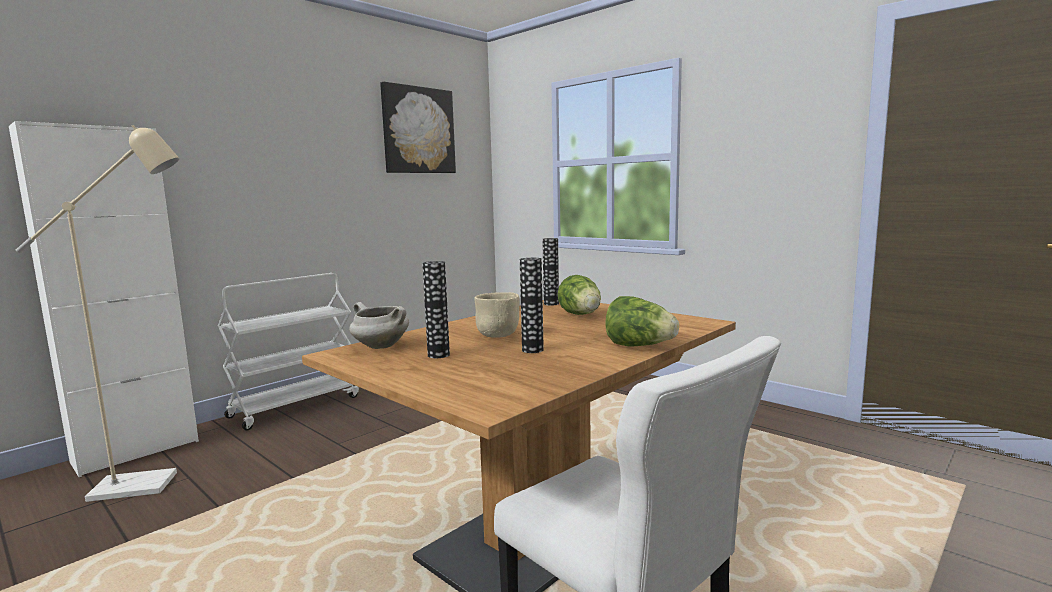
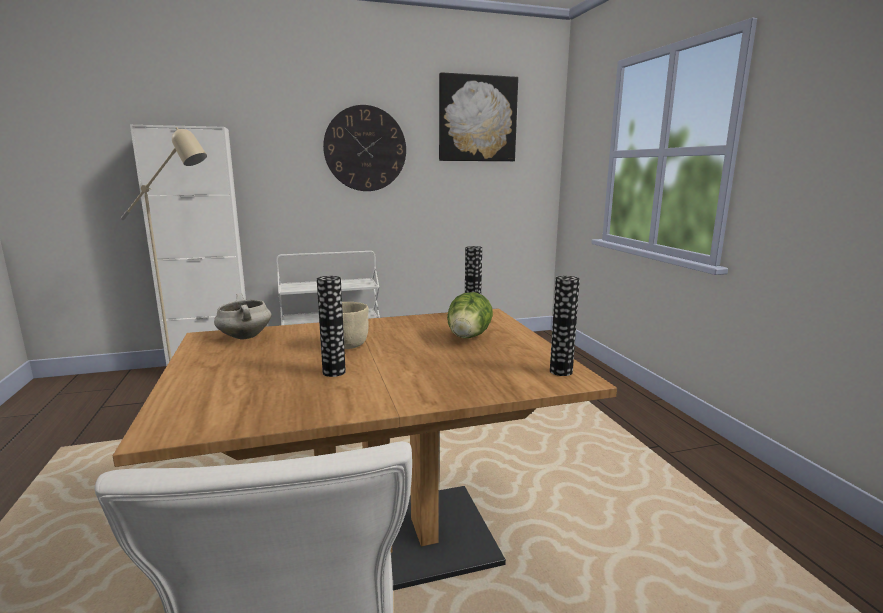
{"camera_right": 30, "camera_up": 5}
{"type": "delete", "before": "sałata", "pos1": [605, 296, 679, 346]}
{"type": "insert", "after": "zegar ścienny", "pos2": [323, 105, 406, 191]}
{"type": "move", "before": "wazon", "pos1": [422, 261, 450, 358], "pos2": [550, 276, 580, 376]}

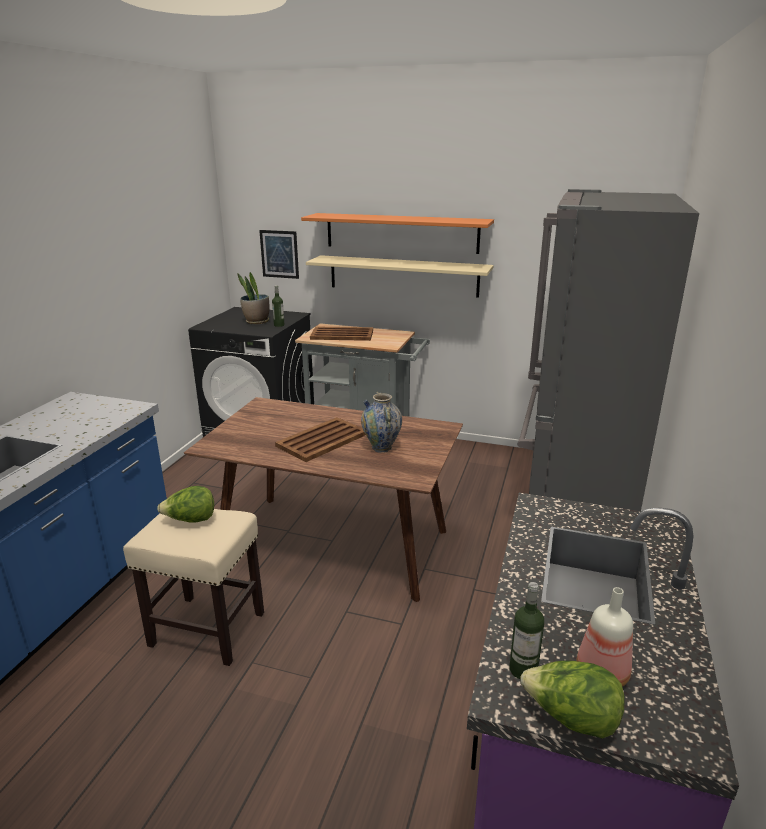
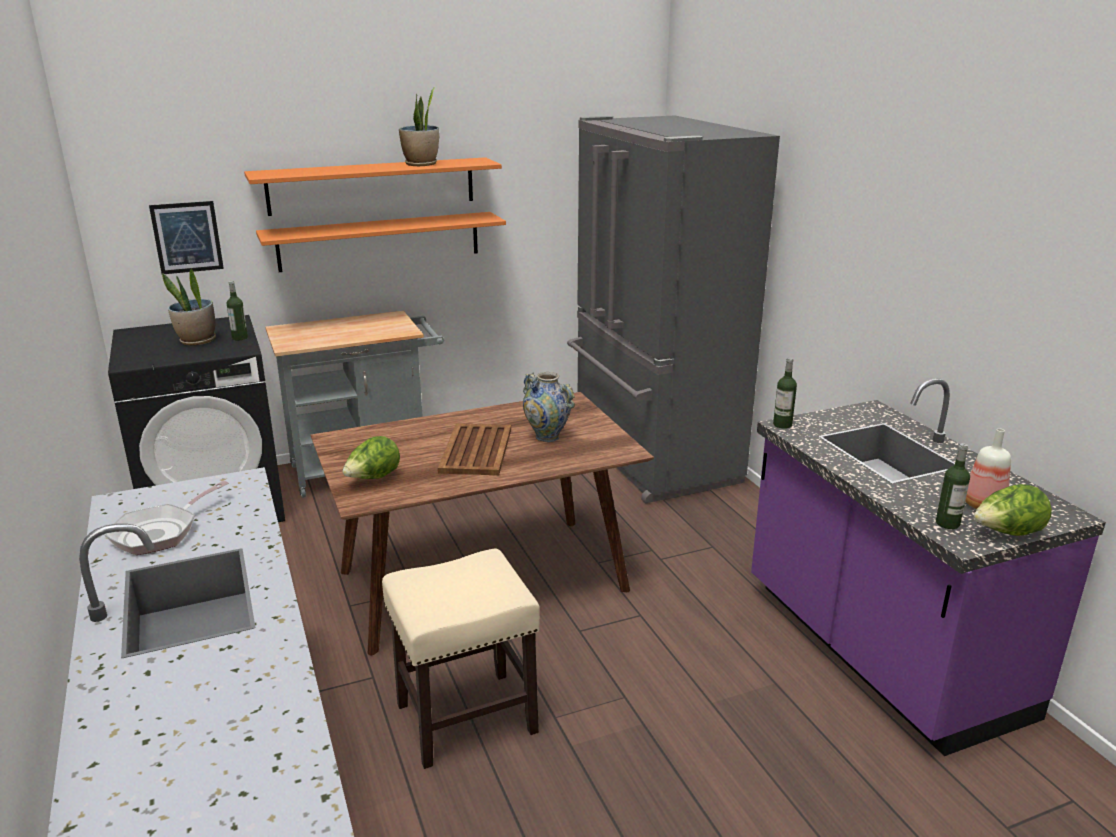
{"camera_right": -40, "camera_up": 0}
{"type": "delete", "before": "taca [brązowy]", "pos1": [310, 326, 373, 341]}
{"type": "insert", "after": "patelnia", "pos2": [105, 481, 229, 555]}
{"type": "insert", "after": "roślina doniczkowa", "pos2": [399, 87, 439, 166]}
{"type": "insert", "after": "butelka", "pos2": [773, 358, 797, 429]}
{"type": "move", "before": "sałata", "pos1": [157, 486, 214, 523], "pos2": [343, 436, 400, 479]}
{"type": "recolor", "before": "półka [beżowy]", "after": "półka [pomarańczowy]", "pos1": [306, 255, 494, 298], "pos2": [256, 212, 506, 272]}

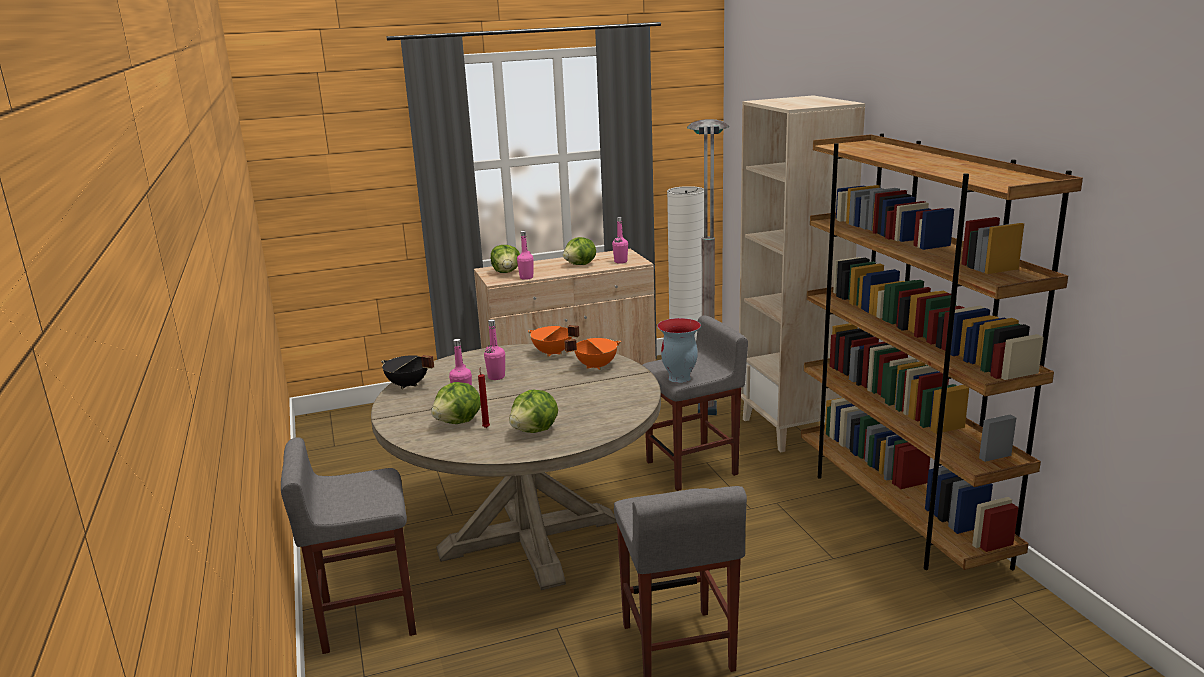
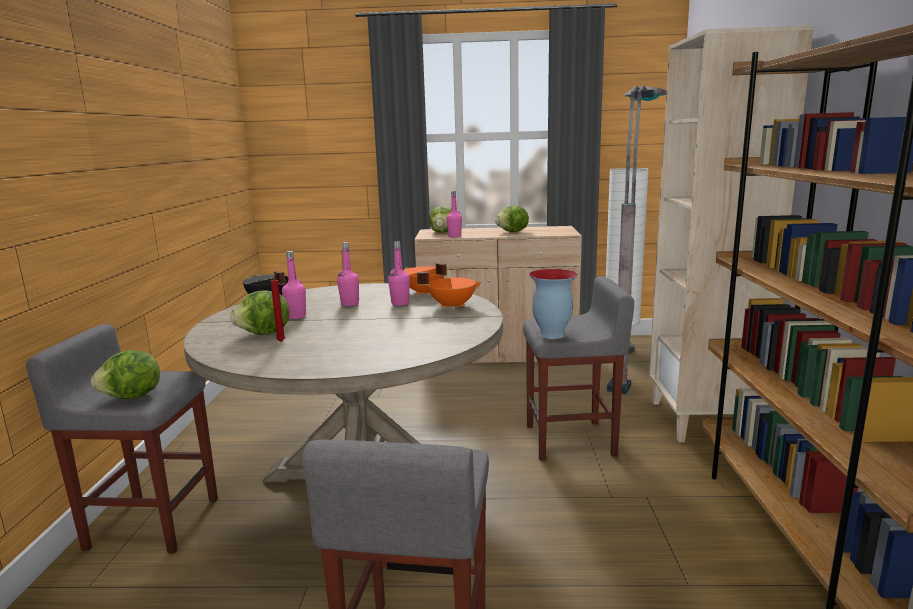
{"camera_right": 20, "camera_up": -5}
{"type": "move", "before": "sałata", "pos1": [509, 390, 558, 433], "pos2": [91, 350, 160, 399]}
{"type": "move", "before": "butelka [różowy]", "pos1": [612, 217, 628, 264], "pos2": [388, 241, 410, 306]}

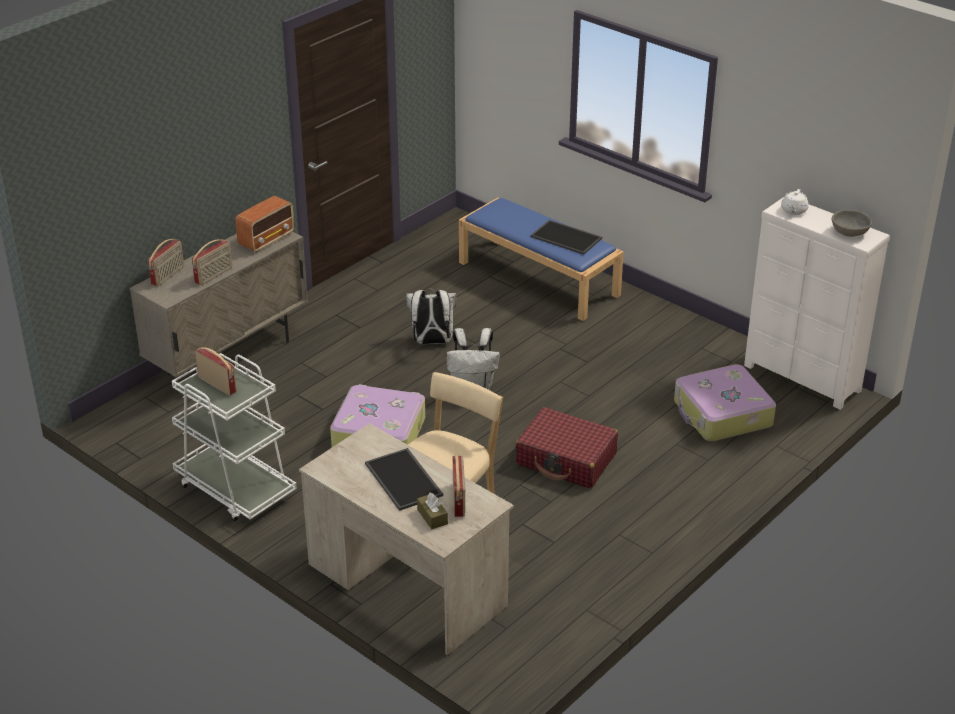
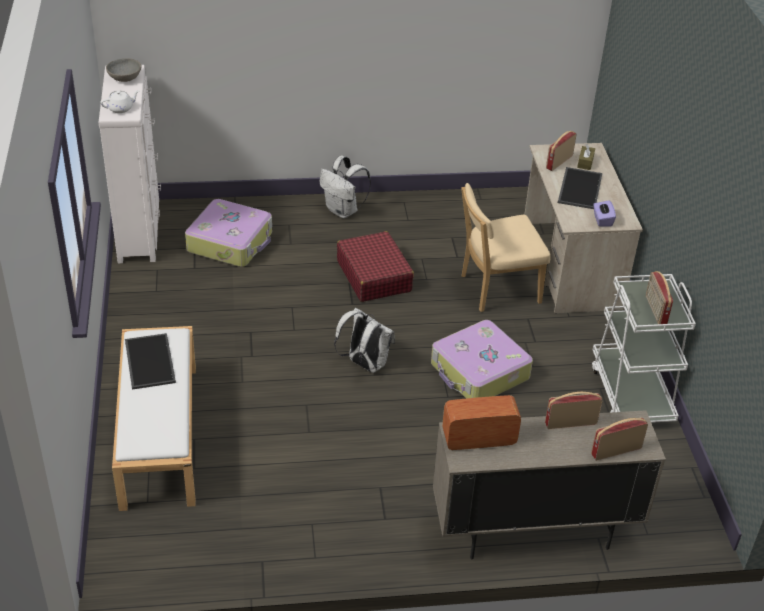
{"camera_right": -140, "camera_up": 5}
{"type": "insert", "after": "pudełko chusteczek [fioletowy]", "pos2": [593, 200, 616, 227]}
{"type": "move", "before": "plecak [biały]", "pos1": [406, 289, 456, 344], "pos2": [319, 155, 371, 218]}
{"type": "recolor", "before": "ławka [niebieski]", "after": "ławka [biały]", "pos1": [459, 197, 624, 321], "pos2": [112, 326, 196, 511]}

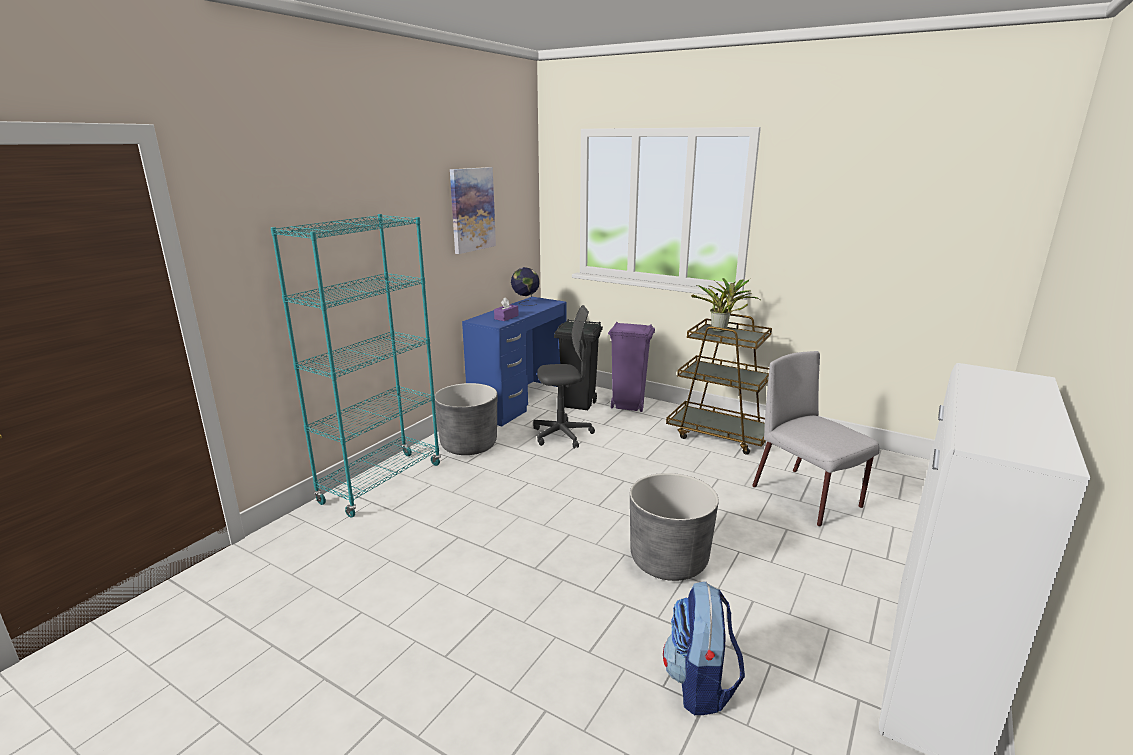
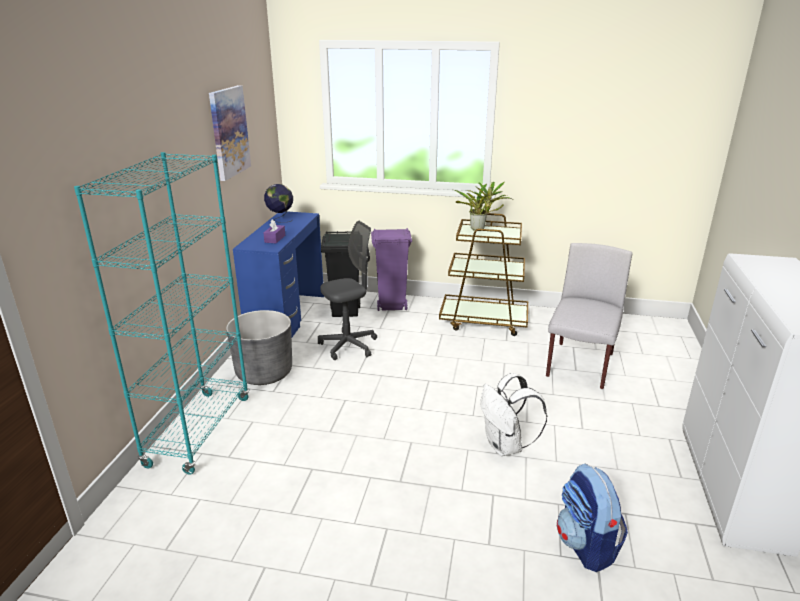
{"camera_right": -20, "camera_up": 5}
{"type": "replace", "before": "donica [szary]", "after": "plecak [biały]", "pos1": [630, 473, 719, 581], "pos2": [481, 373, 548, 456]}
{"type": "rotate", "before": "krzesło [szary]", "pos1": [752, 351, 880, 527], "pos2": [546, 243, 632, 389], "turn": 75}

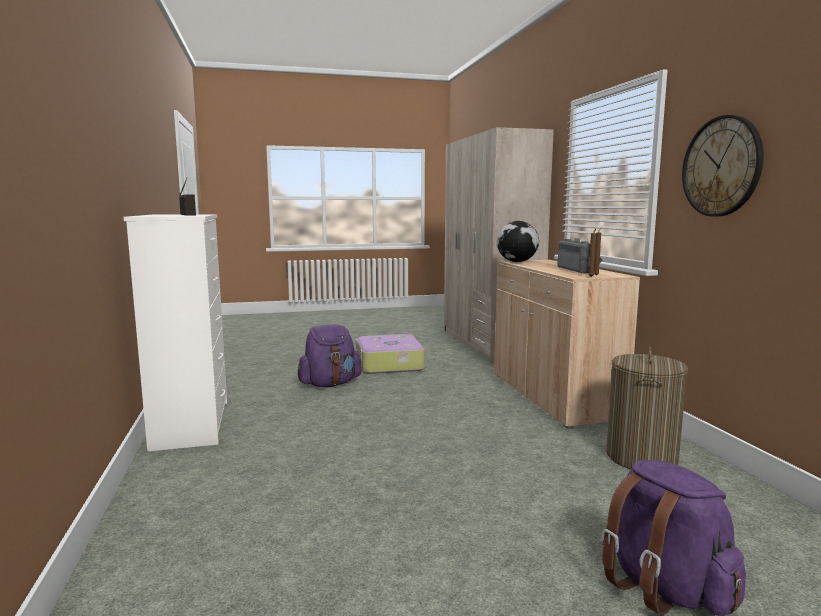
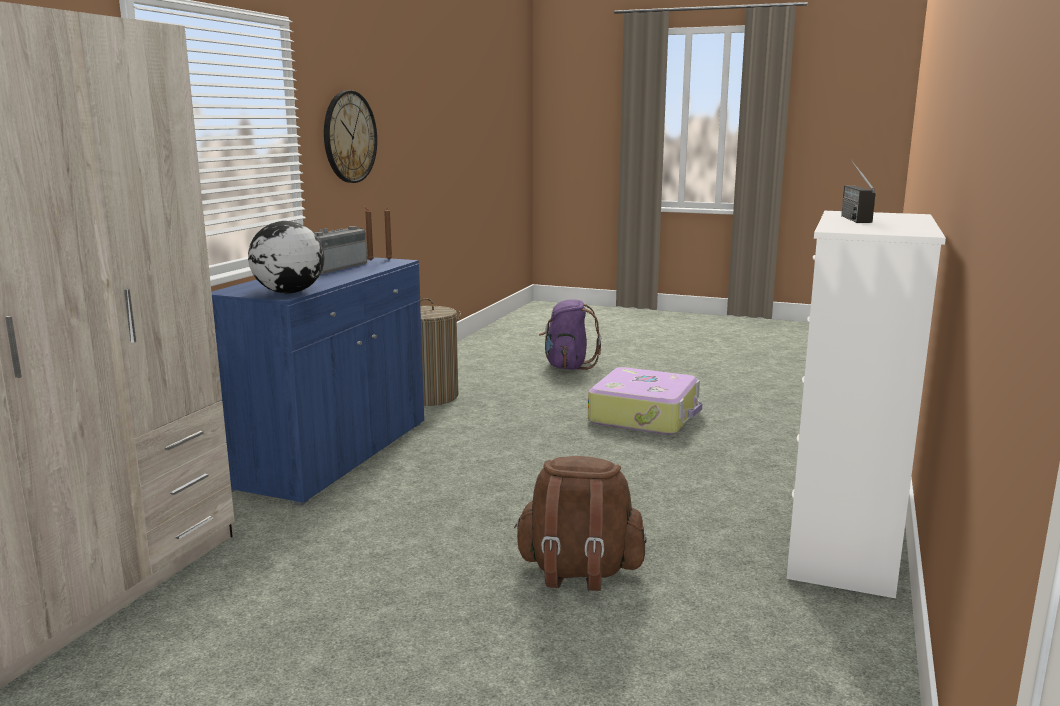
{"camera_right": -145, "camera_up": 5}
{"type": "move", "before": "walizka", "pos1": [356, 334, 425, 374], "pos2": [588, 367, 702, 435]}
{"type": "recolor", "before": "plecak [fioletowy]", "after": "plecak [brązowy]", "pos1": [298, 324, 362, 387], "pos2": [514, 456, 647, 591]}
{"type": "recolor", "before": "szafka [beżowy]", "after": "szafka [niebieski]", "pos1": [494, 260, 640, 429], "pos2": [211, 257, 424, 506]}

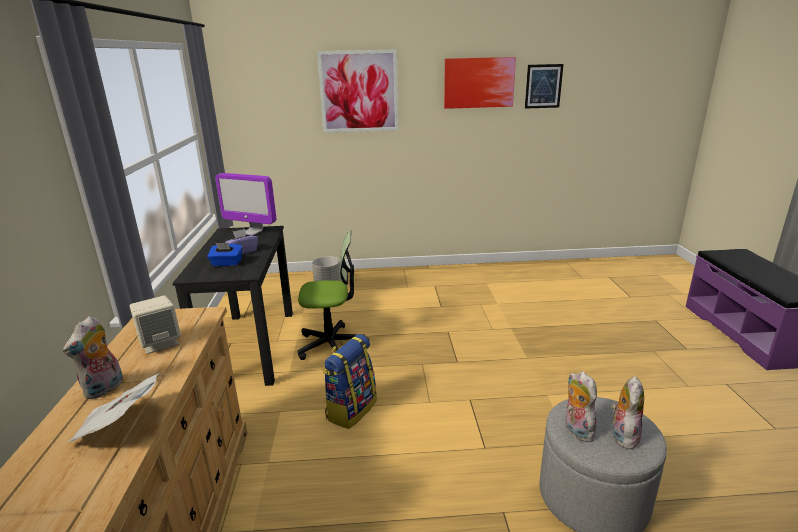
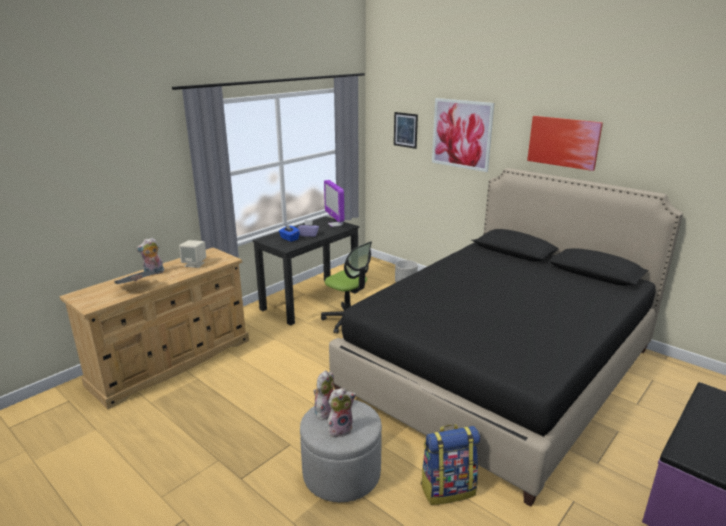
{"camera_right": 45, "camera_up": 0}
{"type": "insert", "after": "łóżko [czarny]", "pos2": [329, 168, 683, 507]}
{"type": "move", "before": "plecak", "pos1": [323, 334, 377, 429], "pos2": [421, 424, 480, 505]}
{"type": "move", "before": "obraz", "pos1": [525, 64, 563, 109], "pos2": [394, 112, 418, 149]}

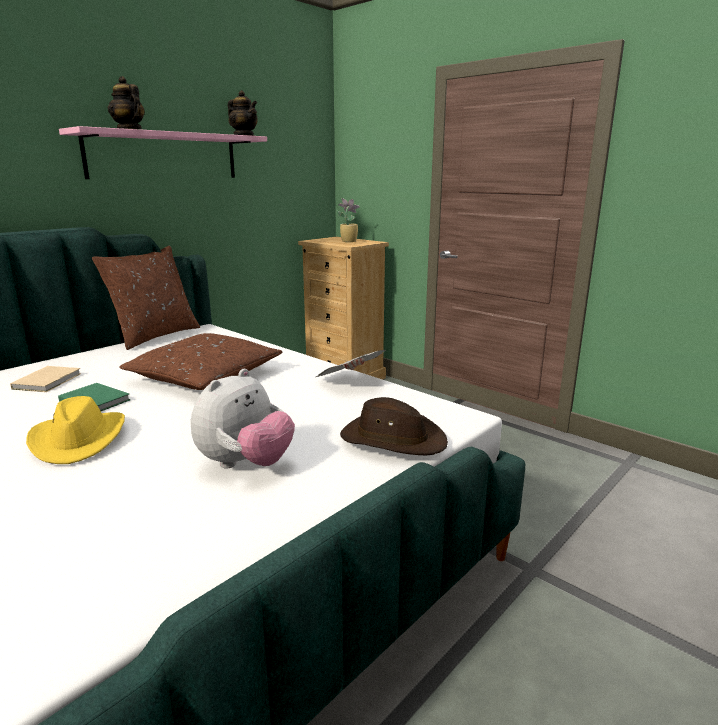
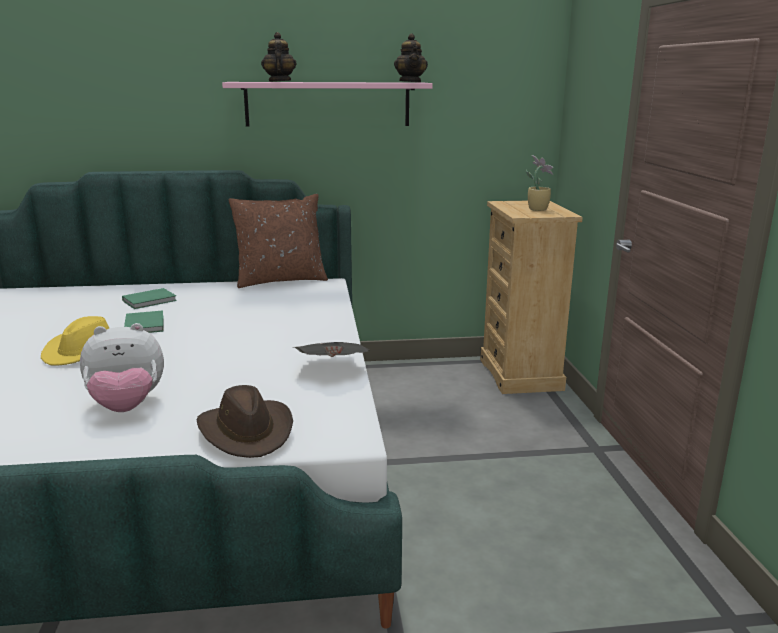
{"camera_right": 40, "camera_up": 0}
{"type": "delete", "before": "poduszka [brązowy]", "pos1": [119, 333, 282, 390]}
{"type": "recolor", "before": "książka [beżowy]", "after": "książka [zielony]", "pos1": [10, 366, 81, 392], "pos2": [122, 288, 177, 309]}

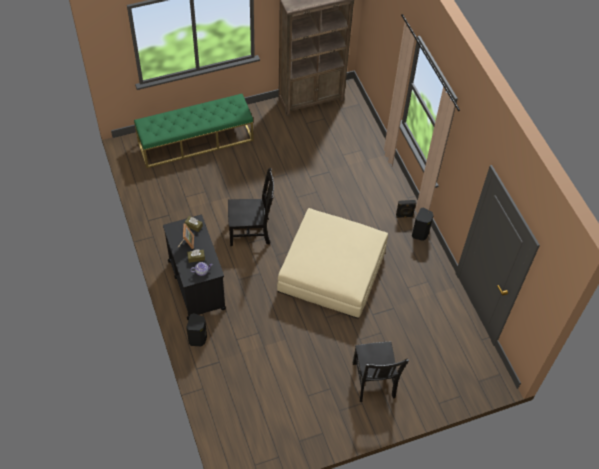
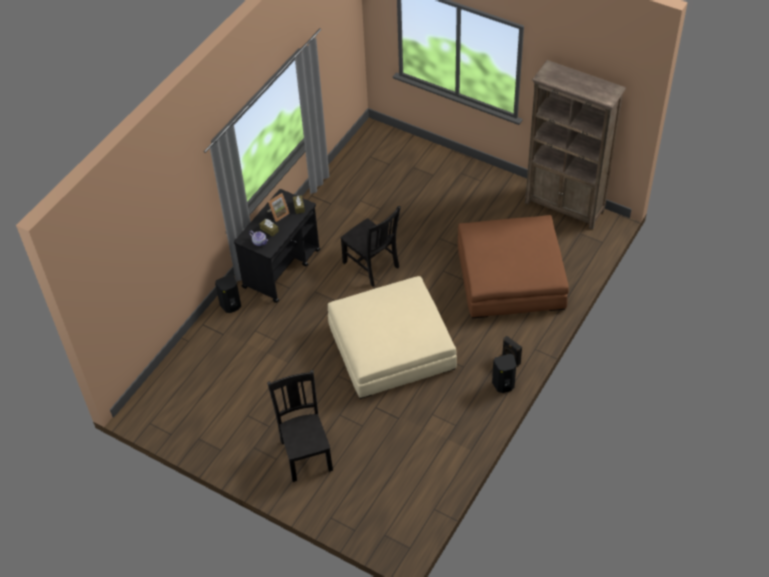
{"camera_right": 55, "camera_up": -5}
{"type": "delete", "before": "ławka [zielony]", "pos1": [134, 94, 253, 168]}
{"type": "insert", "after": "pufa [brązowy]", "pos2": [458, 215, 569, 318]}
{"type": "rotate", "before": "krzesło [czarny]", "pos1": [352, 342, 409, 402], "pos2": [267, 370, 333, 482], "turn": 120}

